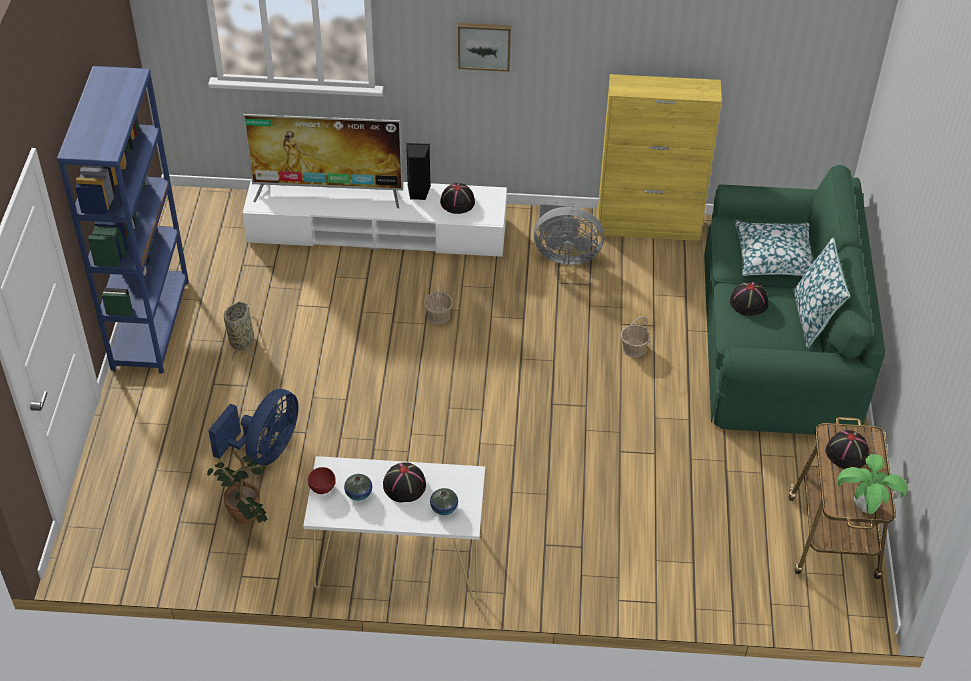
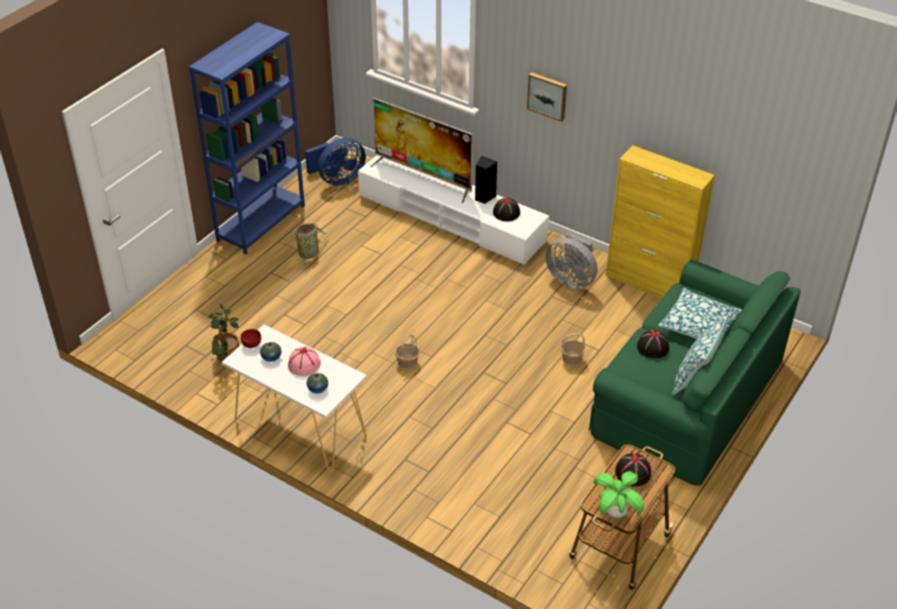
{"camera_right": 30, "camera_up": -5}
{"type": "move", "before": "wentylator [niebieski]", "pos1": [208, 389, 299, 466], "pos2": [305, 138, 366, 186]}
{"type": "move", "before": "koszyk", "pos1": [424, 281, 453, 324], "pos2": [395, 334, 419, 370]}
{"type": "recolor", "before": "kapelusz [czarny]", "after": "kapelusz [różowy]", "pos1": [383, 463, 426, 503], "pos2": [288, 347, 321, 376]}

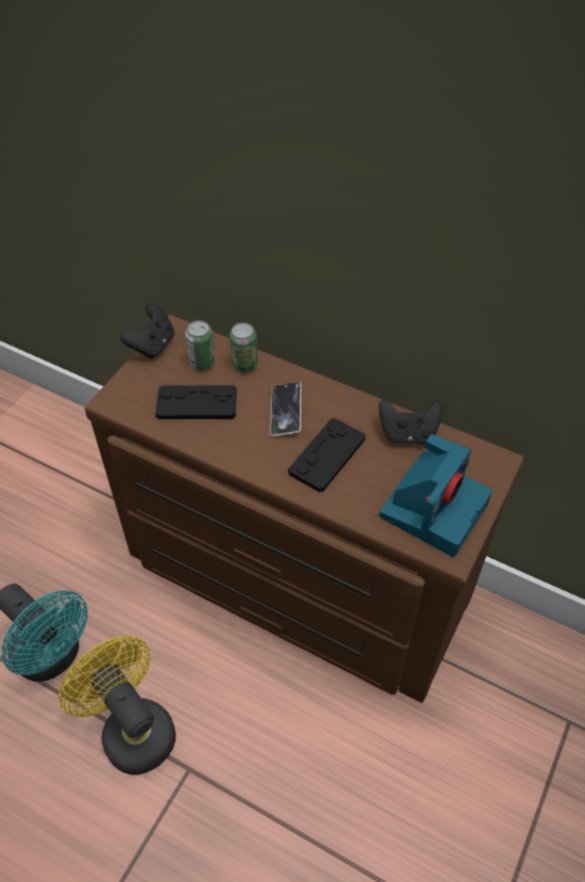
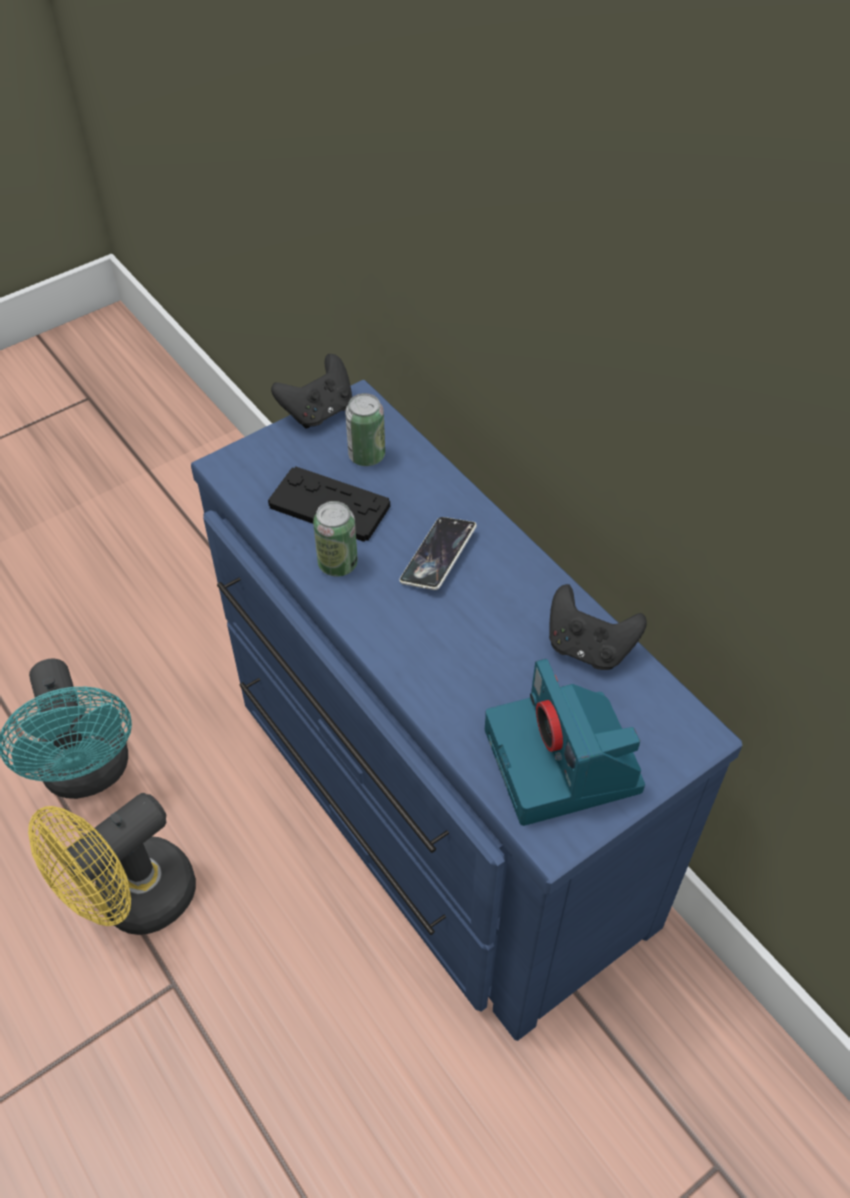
{"camera_right": 25, "camera_up": 0}
{"type": "delete", "before": "pad do gier [czarny]", "pos1": [288, 418, 366, 492]}
{"type": "move", "before": "puszka", "pos1": [229, 322, 258, 373], "pos2": [313, 501, 358, 577]}
{"type": "recolor", "before": "komoda [brązowy]", "after": "komoda [niebieski]", "pos1": [84, 315, 524, 703], "pos2": [191, 380, 742, 1041]}
{"type": "rotate", "before": "wentylator [żółty]", "pos1": [59, 636, 176, 775], "pos2": [28, 793, 196, 935], "turn": -120}
{"type": "rotate", "before": "aparat fotograficzny", "pos1": [379, 434, 492, 557], "pos2": [485, 659, 645, 826], "turn": 105}

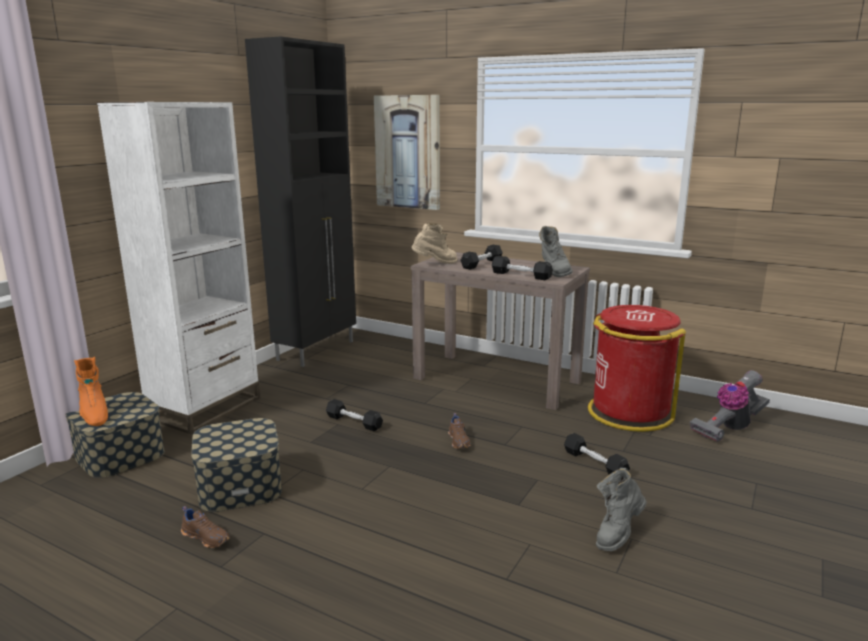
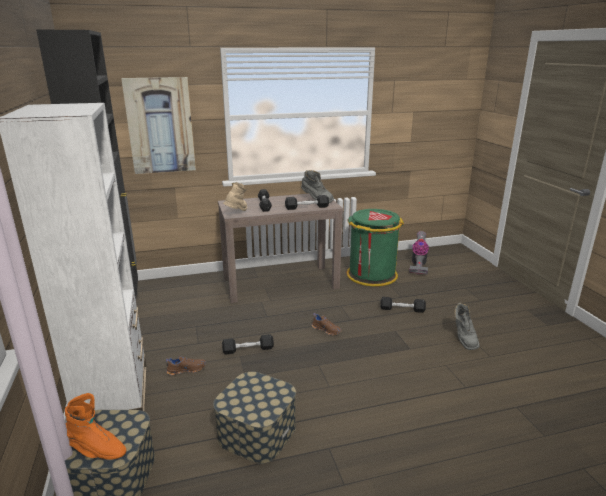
{"camera_right": -45, "camera_up": 5}
{"type": "move", "before": "but [brązowy]", "pos1": [181, 506, 230, 548], "pos2": [166, 356, 206, 375]}
{"type": "recolor", "before": "kosz na śmieci [czerwony]", "after": "kosz na śmieci [zielony]", "pos1": [588, 305, 686, 432], "pos2": [347, 209, 404, 286]}

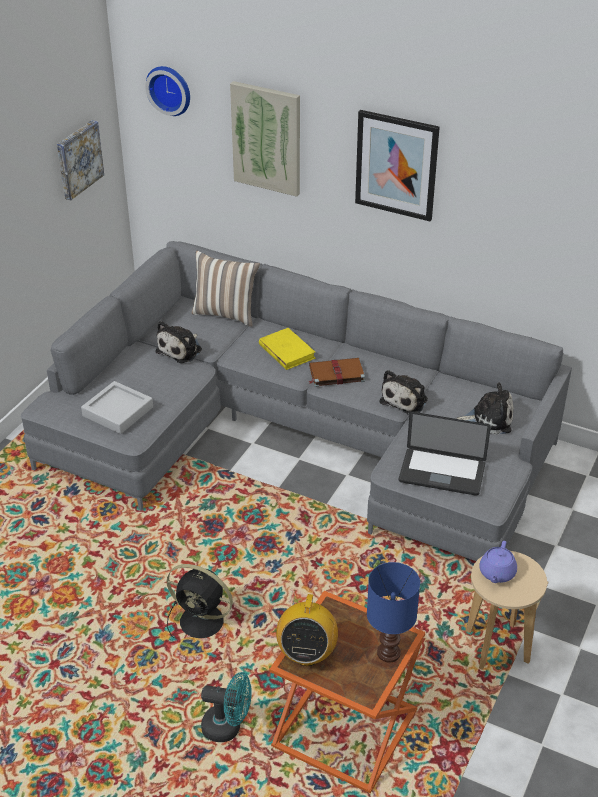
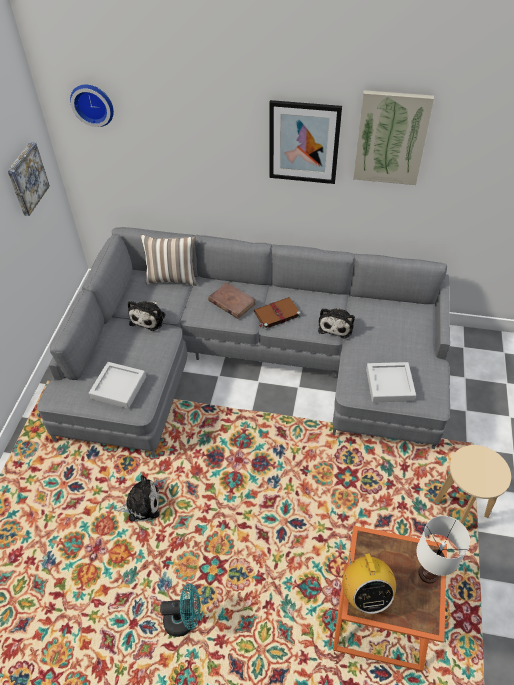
{"camera_right": -15, "camera_up": 10}
{"type": "delete", "before": "wentylator [czarny]", "pos1": [167, 564, 233, 638]}
{"type": "delete", "before": "imbryk [fioletowy]", "pos1": [479, 541, 517, 583]}
{"type": "move", "before": "wentylator [turkusowy]", "pos1": [201, 672, 252, 742], "pos2": [160, 584, 201, 637]}
{"type": "move", "before": "obraz", "pos1": [230, 81, 300, 197], "pos2": [353, 90, 434, 185]}
{"type": "move", "before": "pluszak", "pos1": [456, 382, 514, 435], "pos2": [115, 475, 159, 522]}
{"type": "replace", "before": "laptop", "after": "taca [szary]", "pos1": [399, 412, 491, 496], "pos2": [366, 362, 416, 402]}
{"type": "recolor", "before": "książka [żółty]", "after": "książka [brązowy]", "pos1": [259, 328, 316, 370], "pos2": [208, 282, 256, 319]}
{"type": "recolor", "before": "lampa stołowa [niebieski]", "after": "lampa stołowa [biały]", "pos1": [367, 562, 420, 662], "pos2": [417, 516, 470, 583]}

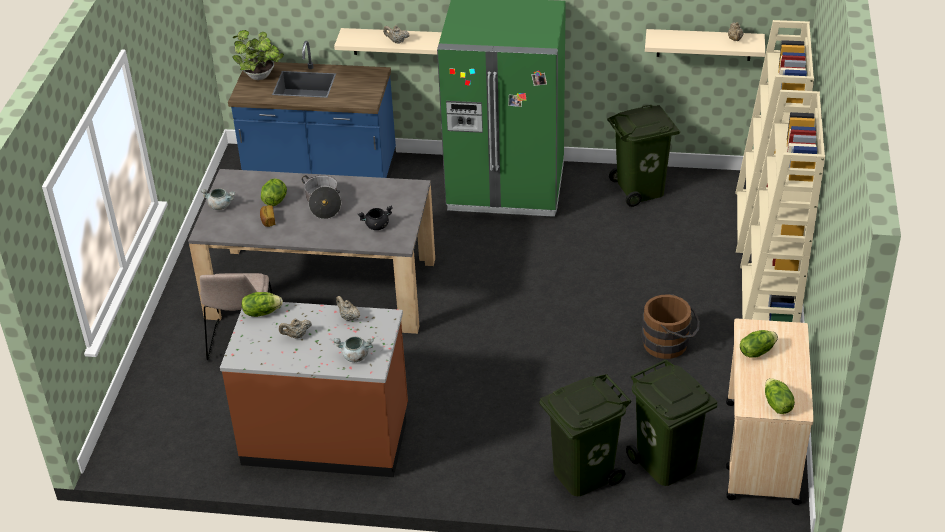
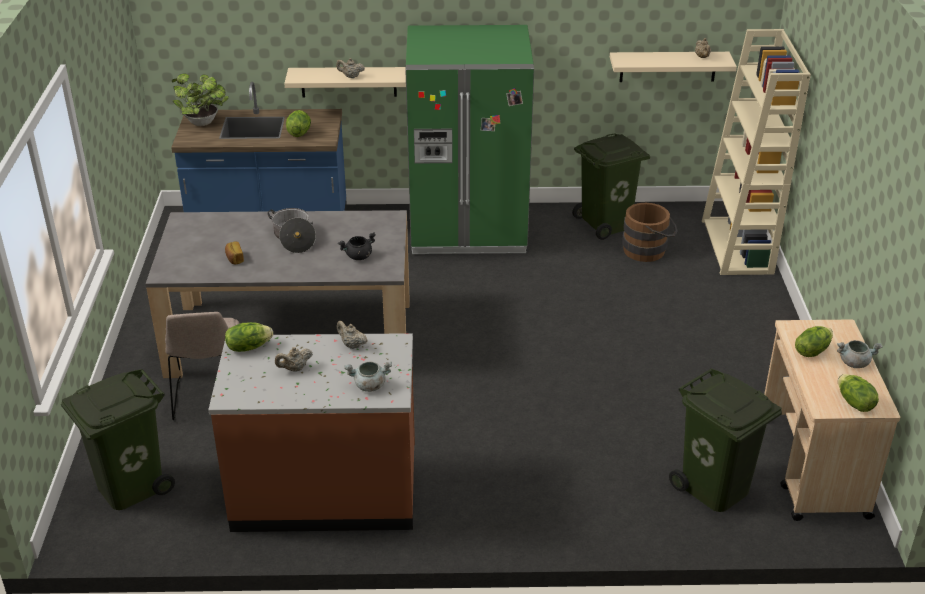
{"camera_right": -10, "camera_up": -5}
{"type": "delete", "before": "regał [beżowy]", "pos1": [740, 90, 825, 323]}
{"type": "move", "before": "garnek [szary]", "pos1": [201, 188, 235, 210], "pos2": [837, 340, 882, 368]}
{"type": "move", "before": "sałata", "pos1": [261, 178, 287, 206], "pos2": [286, 110, 311, 137]}
{"type": "move", "before": "kosz na śmieci [zielony]", "pos1": [539, 374, 631, 496], "pos2": [61, 369, 175, 510]}
{"type": "move", "before": "wiadro [brązowy]", "pos1": [642, 294, 700, 359], "pos2": [622, 203, 677, 262]}

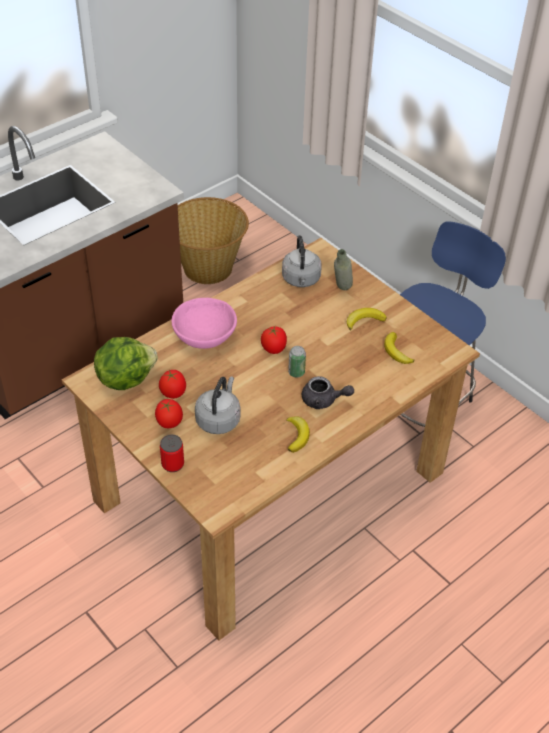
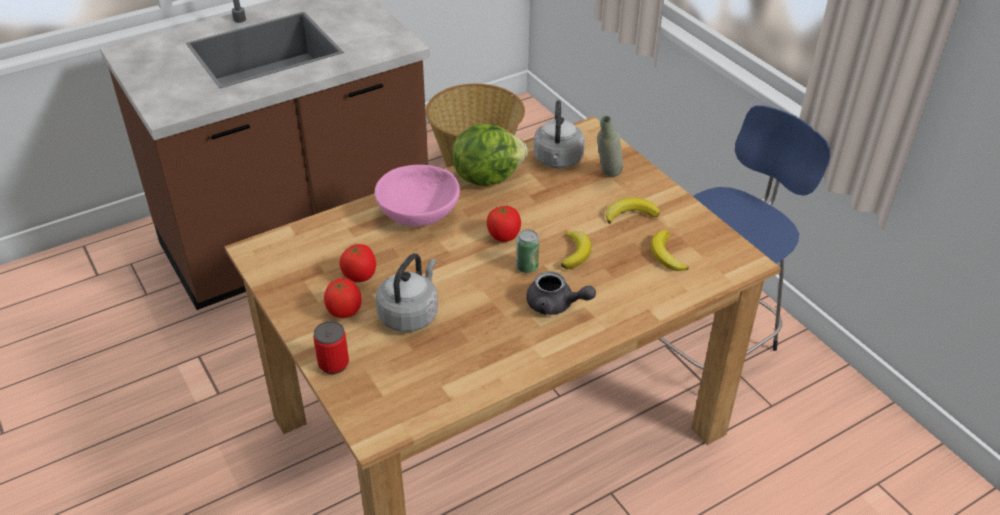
{"camera_right": 10, "camera_up": -5}
{"type": "move", "before": "sałata", "pos1": [94, 337, 158, 390], "pos2": [452, 124, 528, 186]}
{"type": "move", "before": "banan", "pos1": [286, 416, 310, 453], "pos2": [561, 231, 591, 269]}

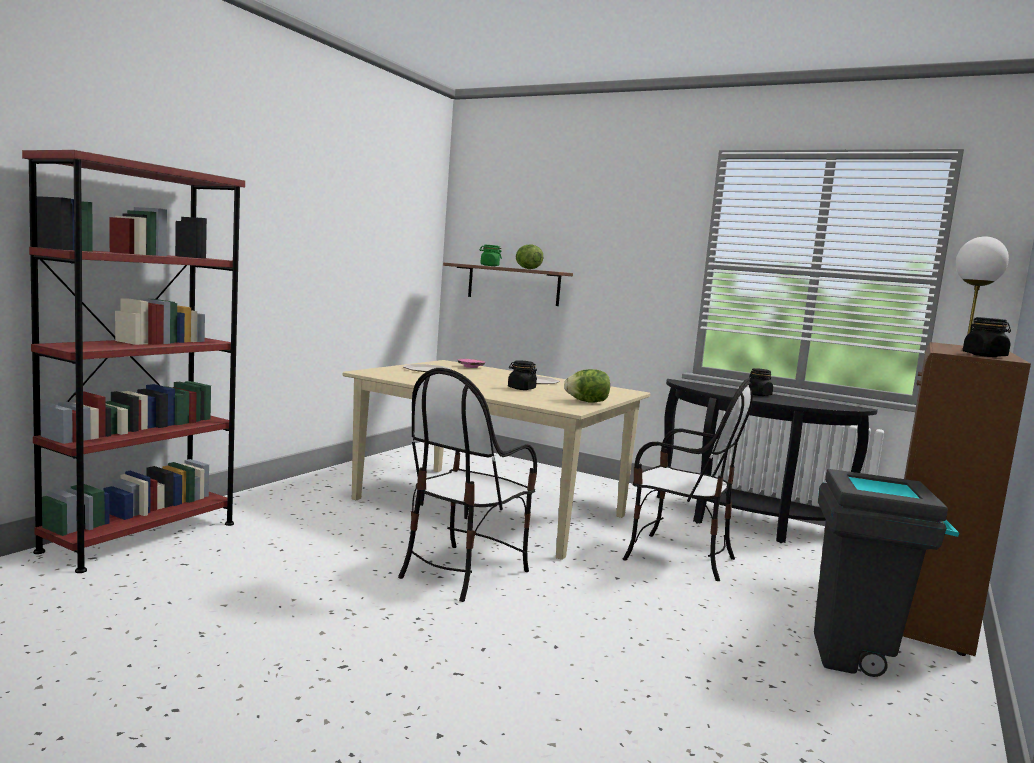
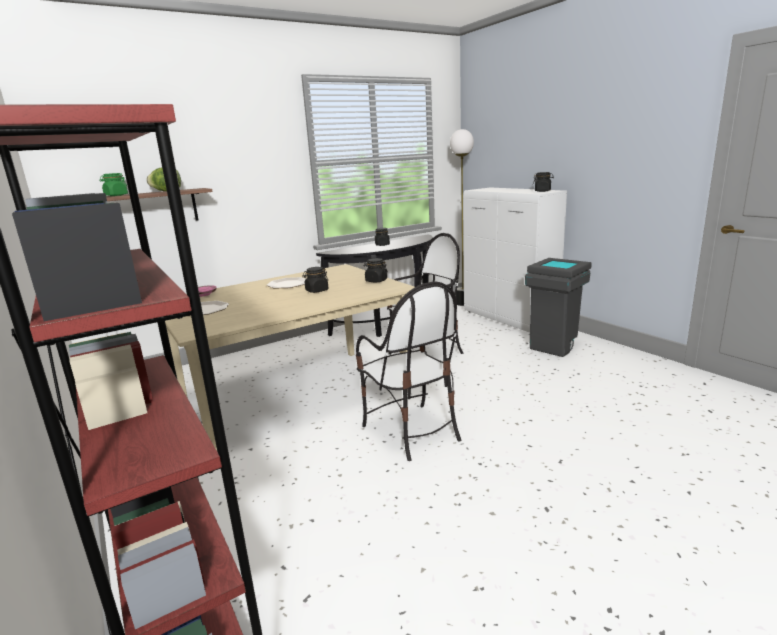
{"camera_right": -60, "camera_up": 10}
{"type": "replace", "before": "sałata", "after": "słoik [czarny]", "pos1": [564, 369, 610, 403], "pos2": [364, 258, 388, 283]}
{"type": "recolor", "before": "szafka [brązowy]", "after": "szafka [biały]", "pos1": [903, 342, 1031, 656], "pos2": [463, 188, 567, 333]}

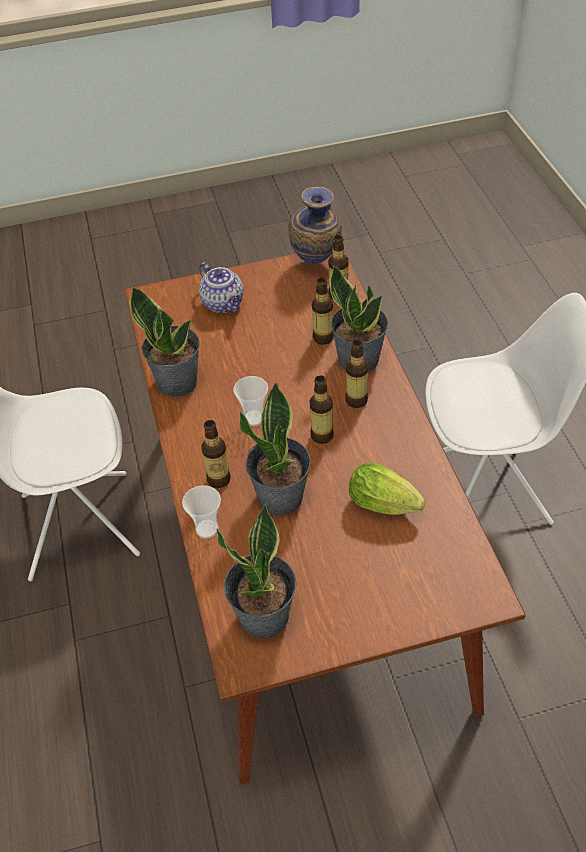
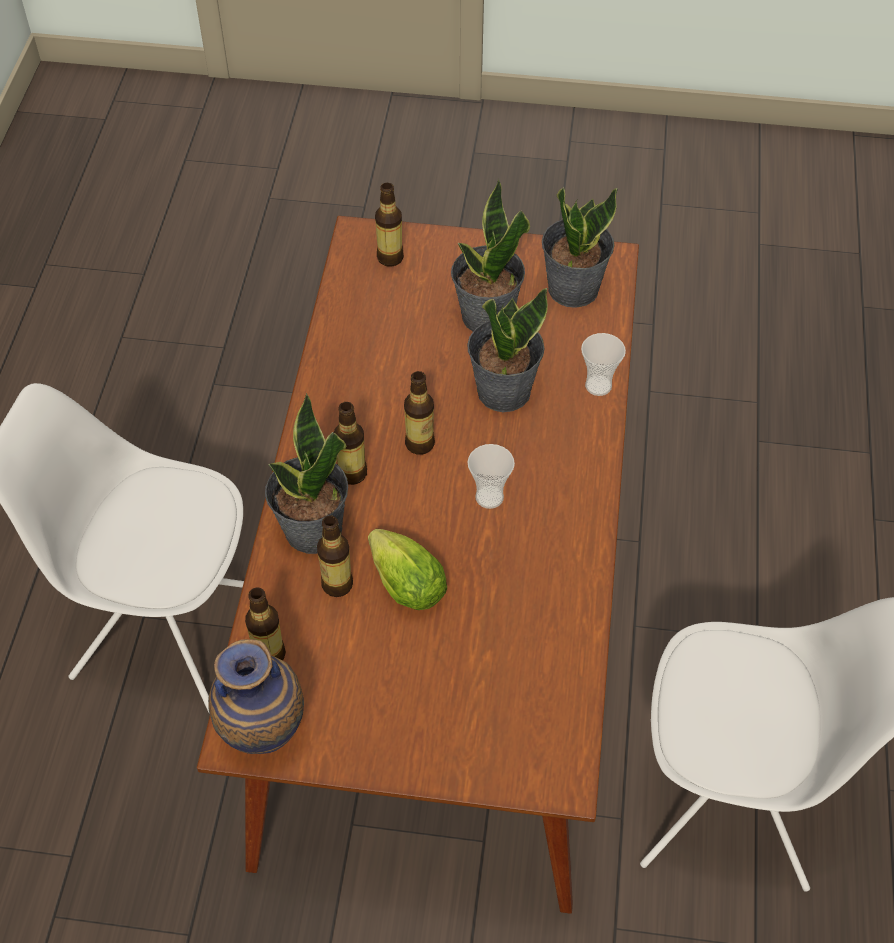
{"camera_right": -160, "camera_up": 5}
{"type": "delete", "before": "imbryk", "pos1": [199, 262, 244, 313]}
{"type": "move", "before": "roślina doniczkowa", "pos1": [129, 286, 200, 397], "pos2": [451, 179, 530, 331]}
{"type": "move", "before": "butelka", "pos1": [201, 420, 231, 488], "pos2": [375, 183, 404, 266]}
{"type": "move", "before": "sałata", "pos1": [349, 462, 426, 515], "pos2": [368, 529, 447, 610]}

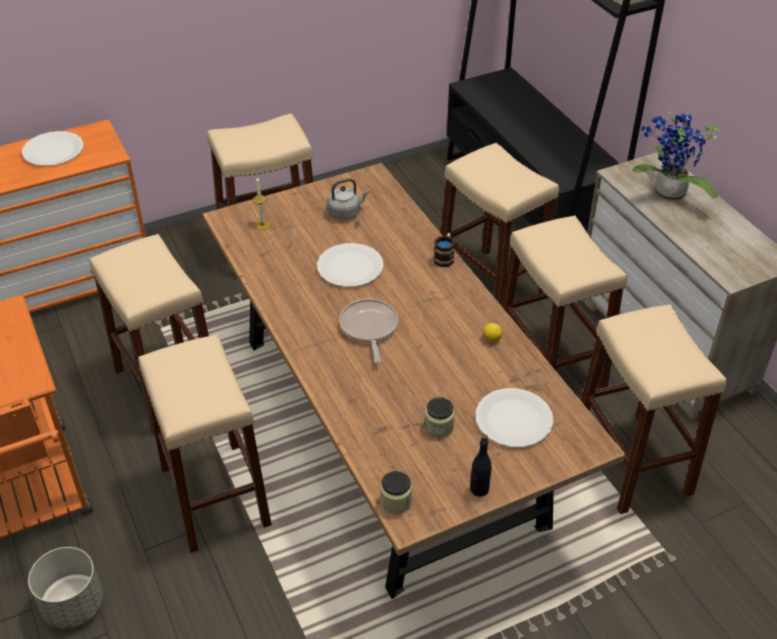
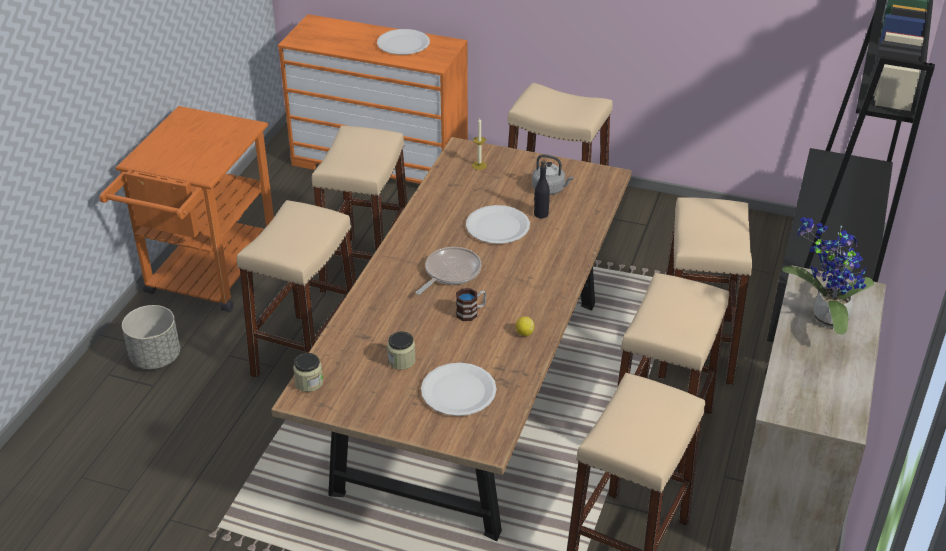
{"camera_right": 45, "camera_up": -5}
{"type": "move", "before": "kubek", "pos1": [433, 233, 455, 267], "pos2": [456, 288, 486, 321]}
{"type": "move", "before": "butelka [czarny]", "pos1": [470, 434, 492, 497], "pos2": [534, 160, 550, 218]}

